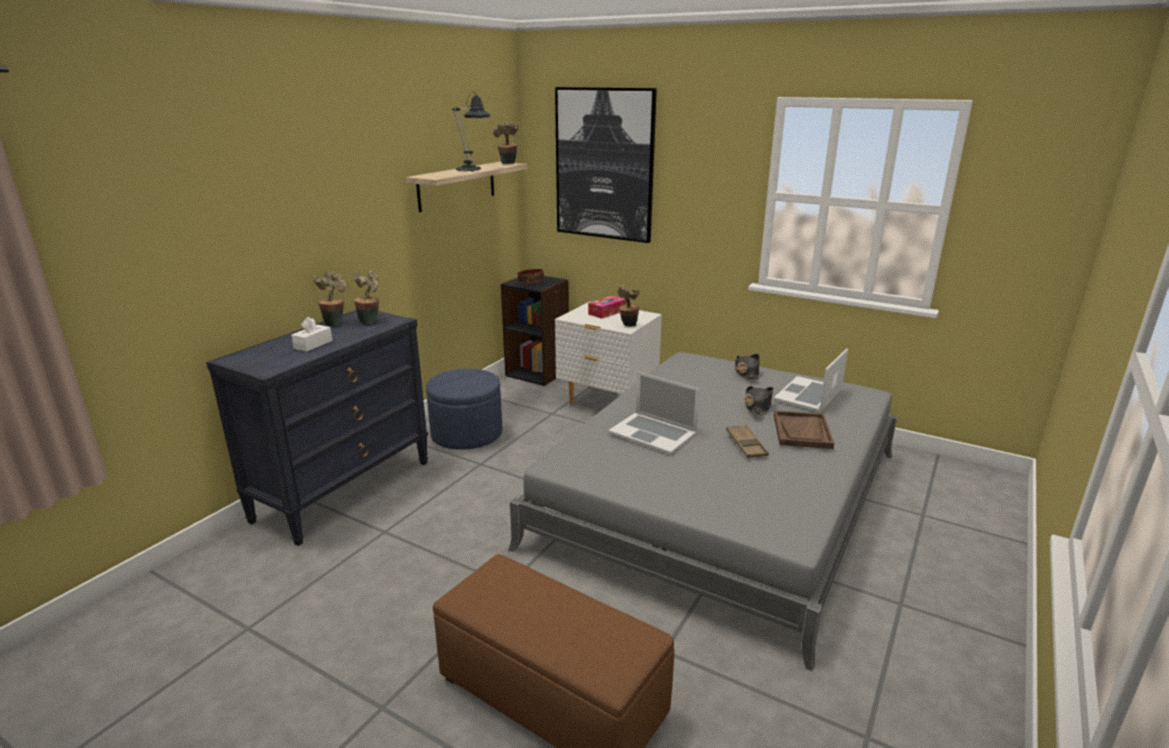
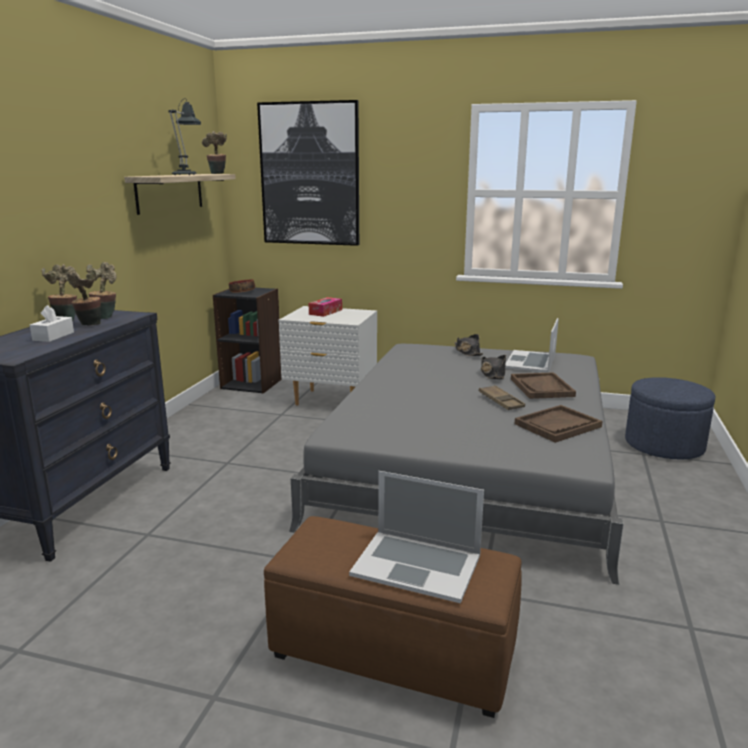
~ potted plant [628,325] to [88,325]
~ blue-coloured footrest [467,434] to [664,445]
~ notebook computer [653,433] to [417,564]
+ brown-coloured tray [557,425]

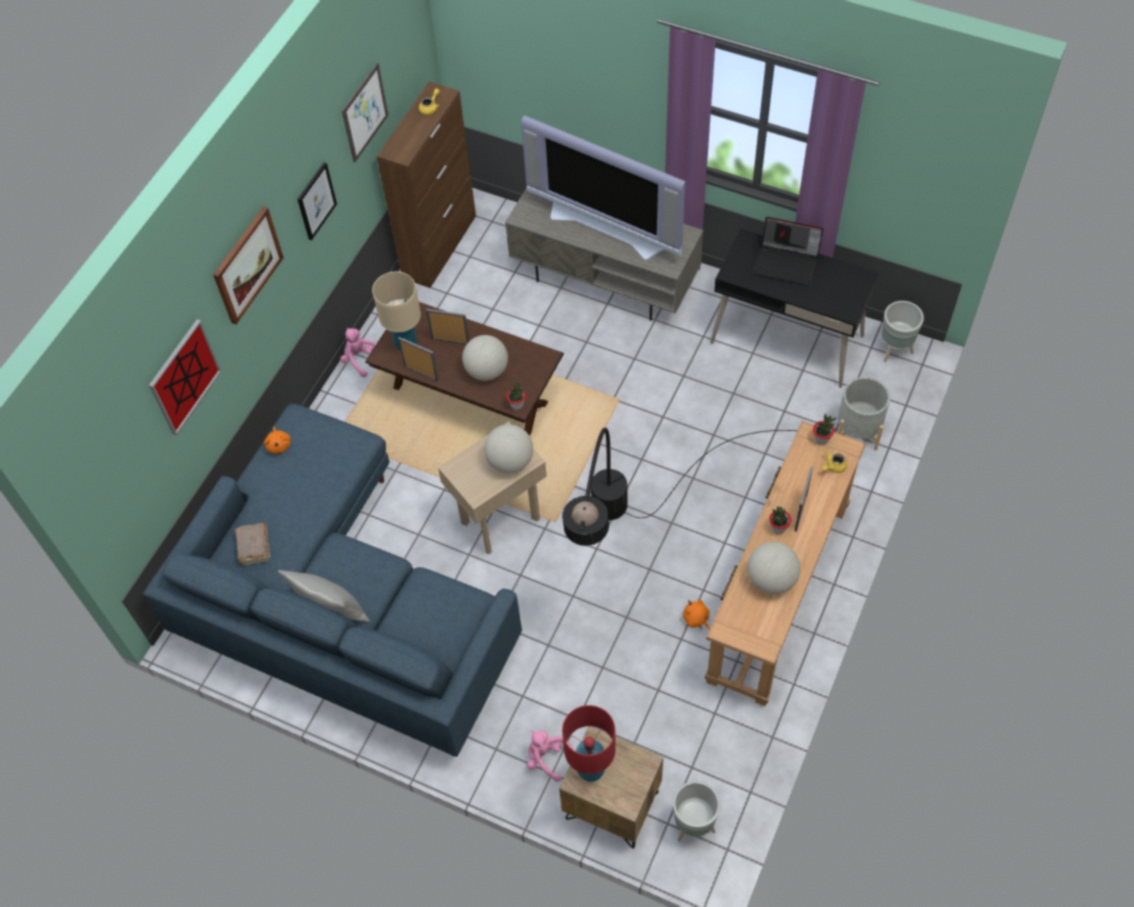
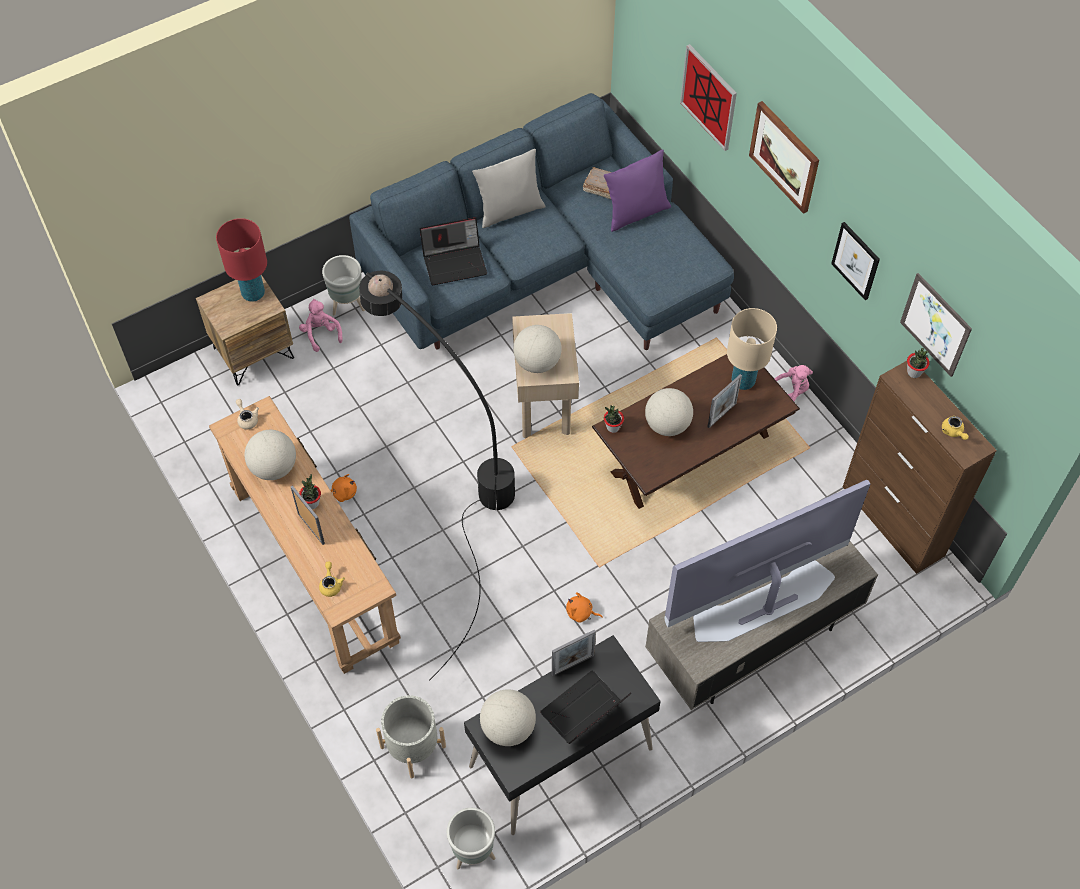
~ photo frame [421,373] to [572,665]
~ potted plant [821,439] to [914,372]
~ orangey cuddly toy [279,445] to [581,613]
~ pink-coloured cuddly toy [547,758] = [321,334] 90 degrees counterclockwise
~ greyish plant pot [694,826] to [347,305]
+ purple-coloured throw pillow [636,213]
+ notebook computer [455,262]
+ sand-coloured pot for tea [247,419]
+ world globe [508,728]

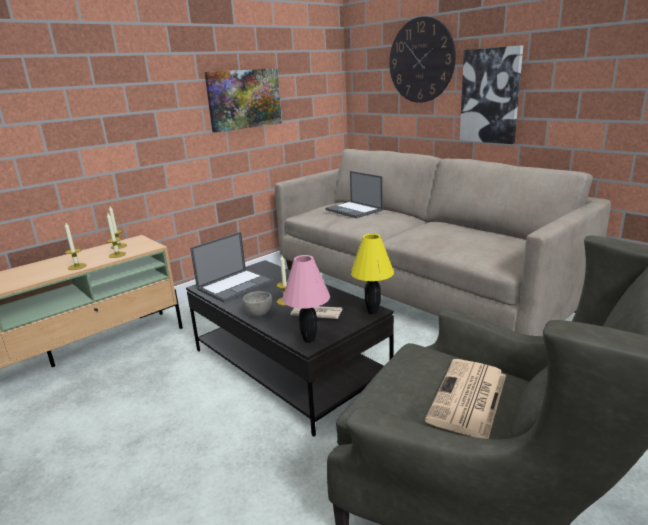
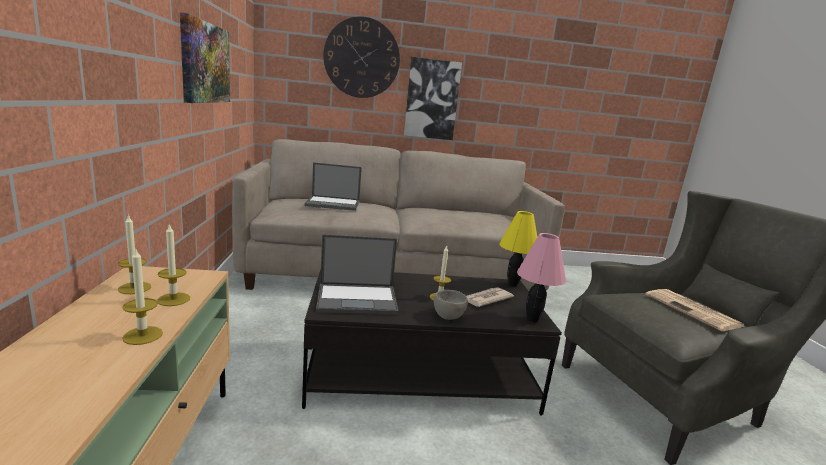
~ notebook computer [236,285] = [358,299] 90 degrees clockwise

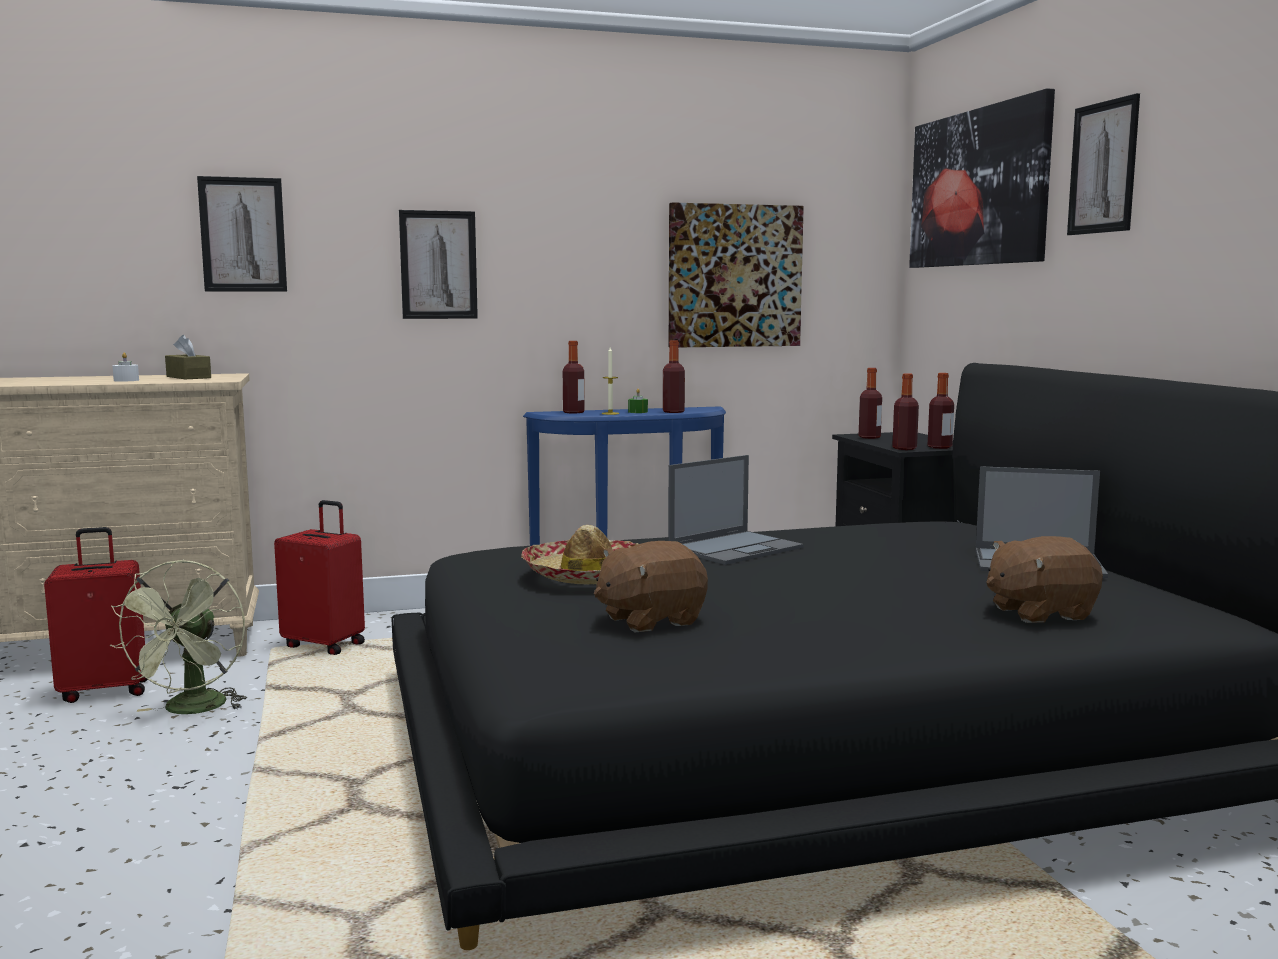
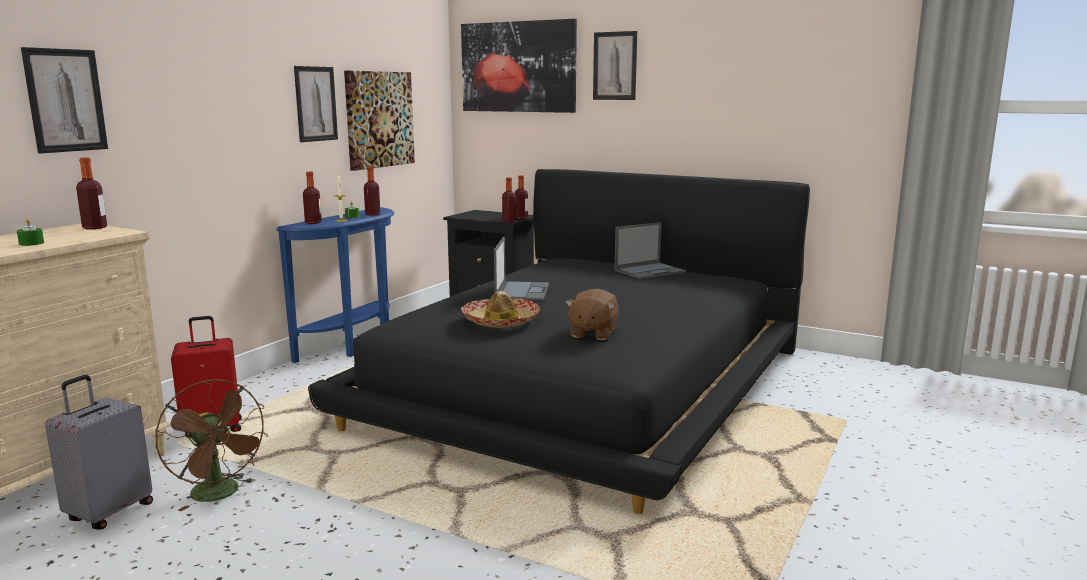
~ wall picture [438,265] to [316,104]
- brown-coloured box of tissues [188,377]
~ white candle [126,380] to green-coloured candle [31,243]
~ bottle [869,437] to [95,227]
~ reddish travel case [105,691] to greyish travel case [109,512]
- brown-coloured cuddly toy [1039,613]
~ green-coloured cooling fan [192,710] to brown-coloured cooling fan [221,495]

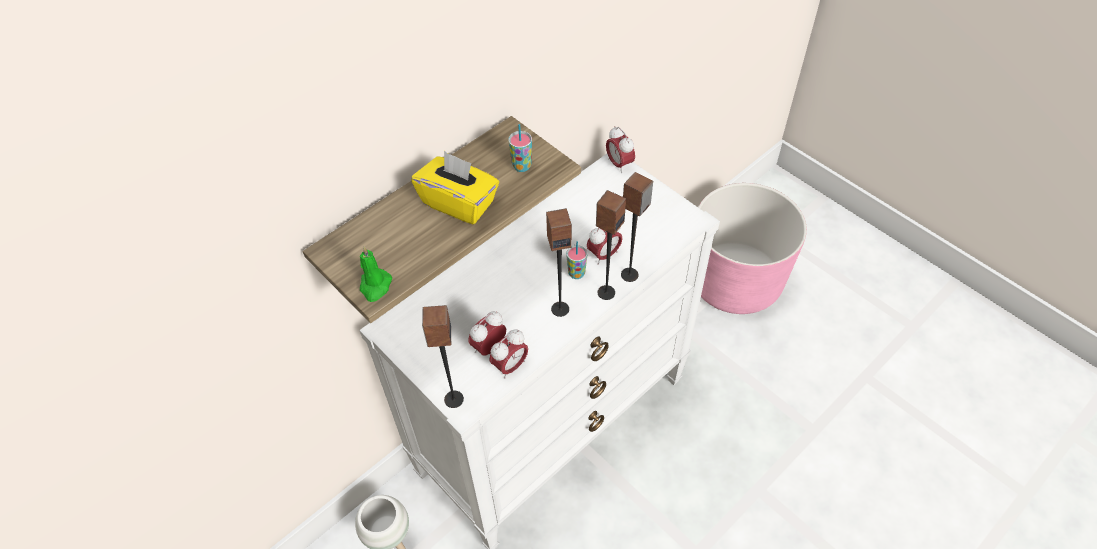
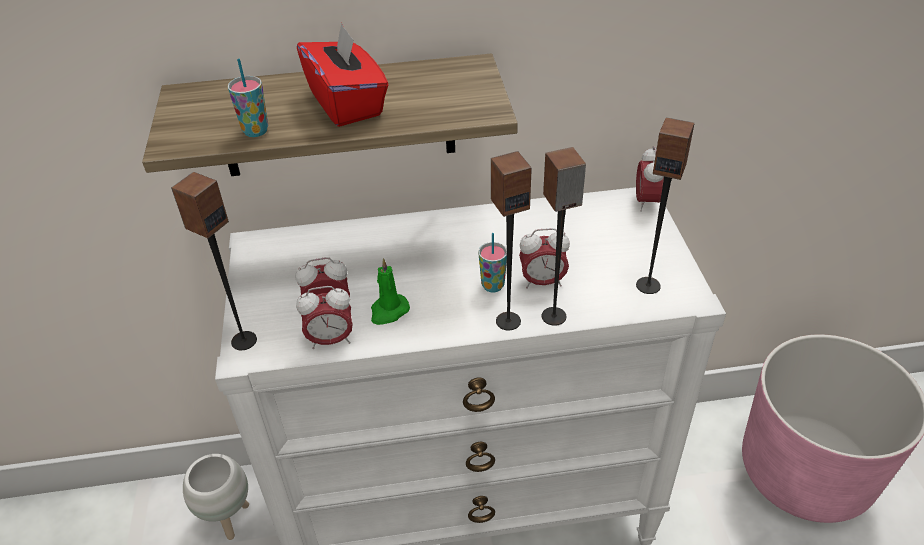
~ drinking cup [521,166] to [255,131]
~ yellow box of tissues [459,203] to reddish box of tissues [347,103]
~ speaker [560,308] to [648,285]
~ green-coloured candle [375,286] to [388,311]

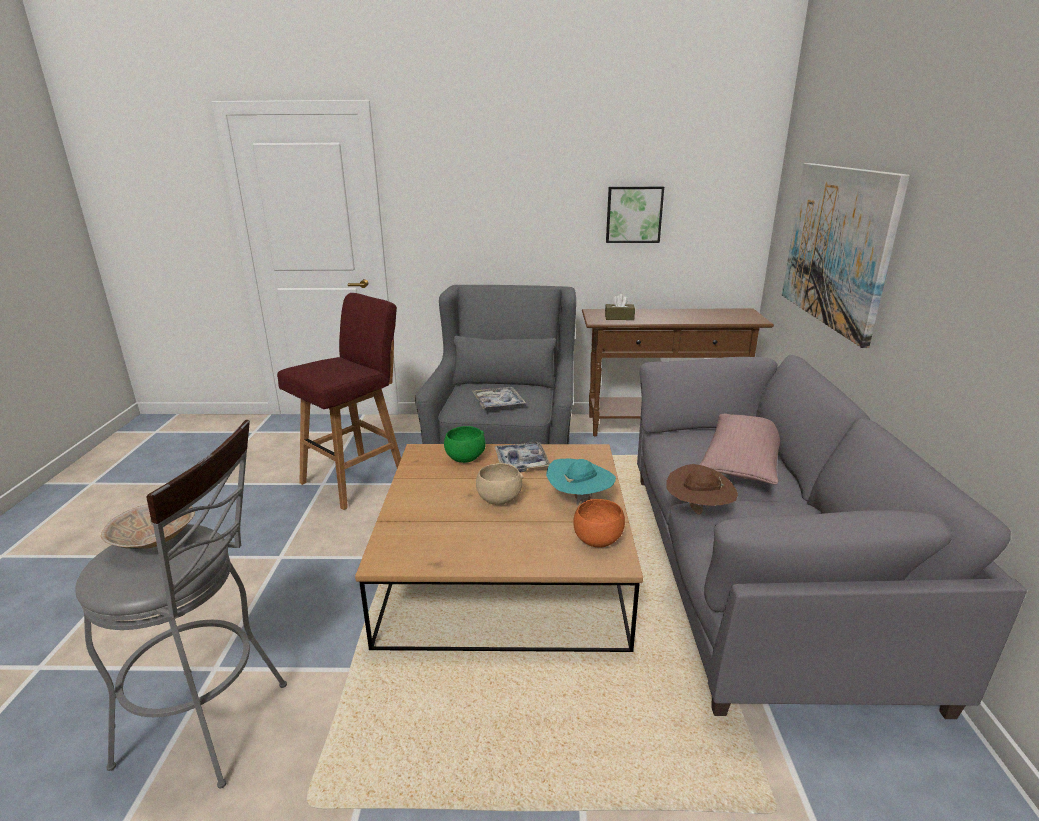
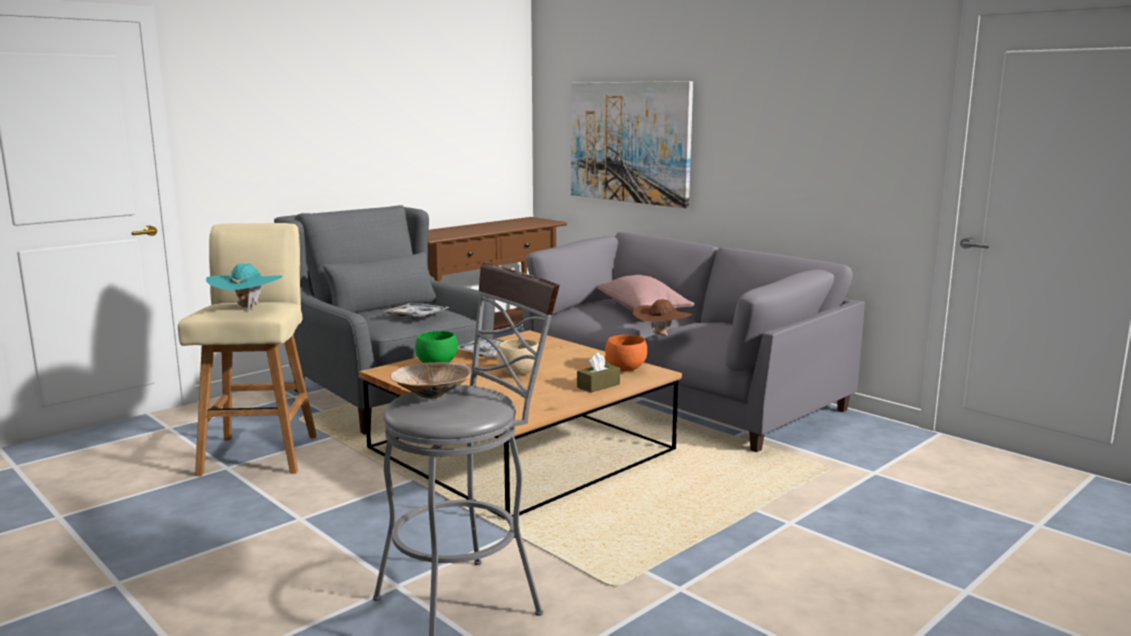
- wall picture [633,214]
~ reddish stool seat [356,479] to sand-coloured stool seat [260,453]
~ brown-coloured box of tissues [619,318] to [598,386]
~ turquoise-coloured hat [580,500] to [247,307]

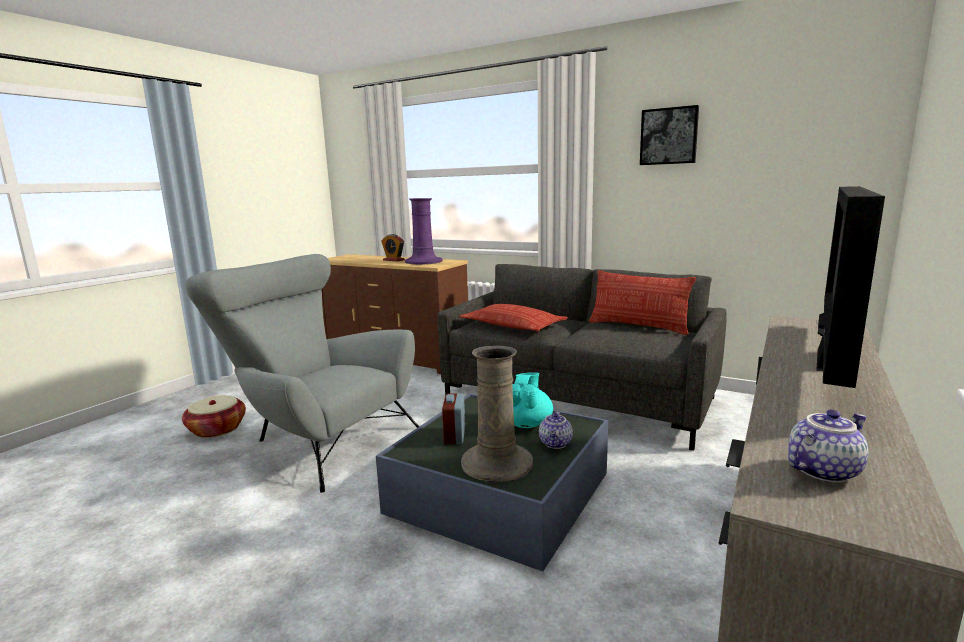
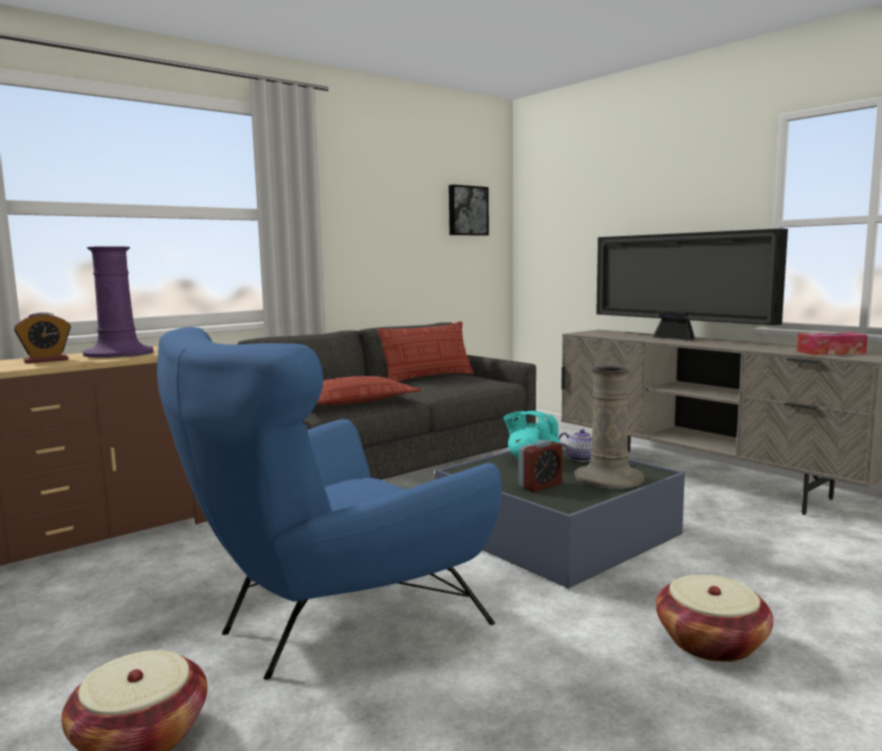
~ wall picture [669,136] to [467,211]
~ greyish armchair [319,440] to blue-coloured armchair [327,622]
~ bedside clock [455,436] = [540,486] 60 degrees counterclockwise
~ pot for tea [822,470] to box of tissues [830,352]
+ household basket [711,642]

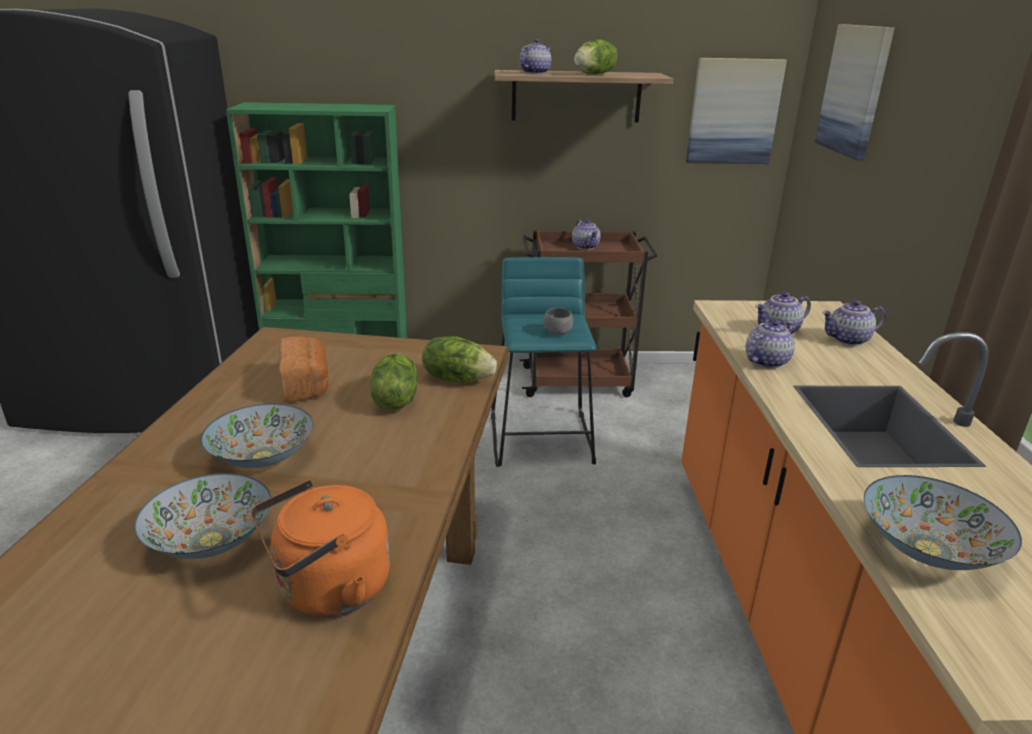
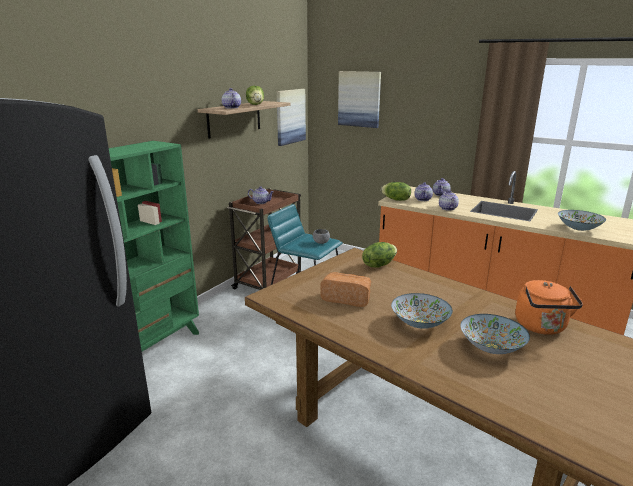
~ lettuce head [394,400] to [396,199]

